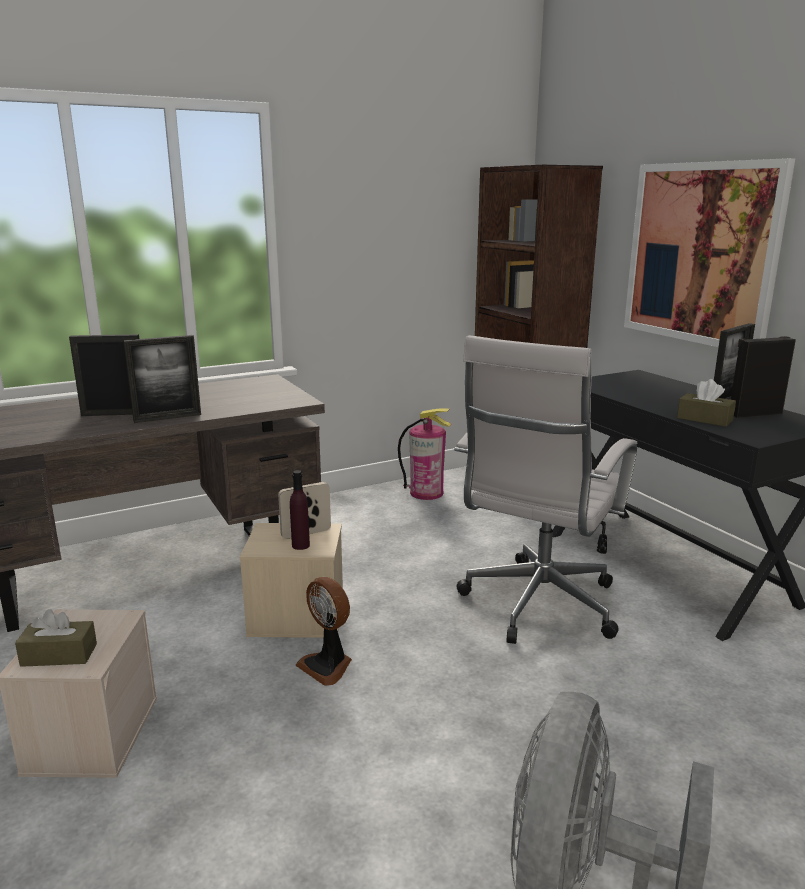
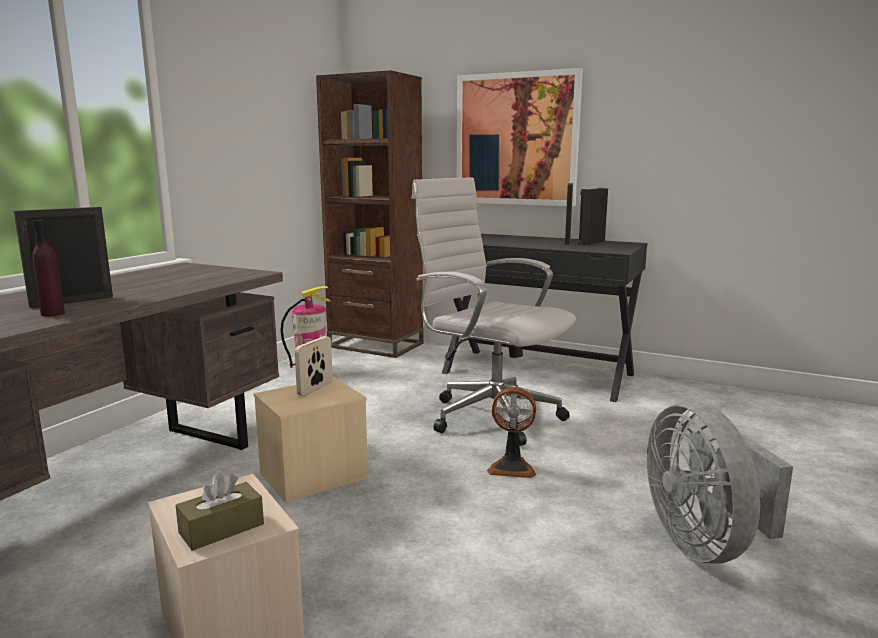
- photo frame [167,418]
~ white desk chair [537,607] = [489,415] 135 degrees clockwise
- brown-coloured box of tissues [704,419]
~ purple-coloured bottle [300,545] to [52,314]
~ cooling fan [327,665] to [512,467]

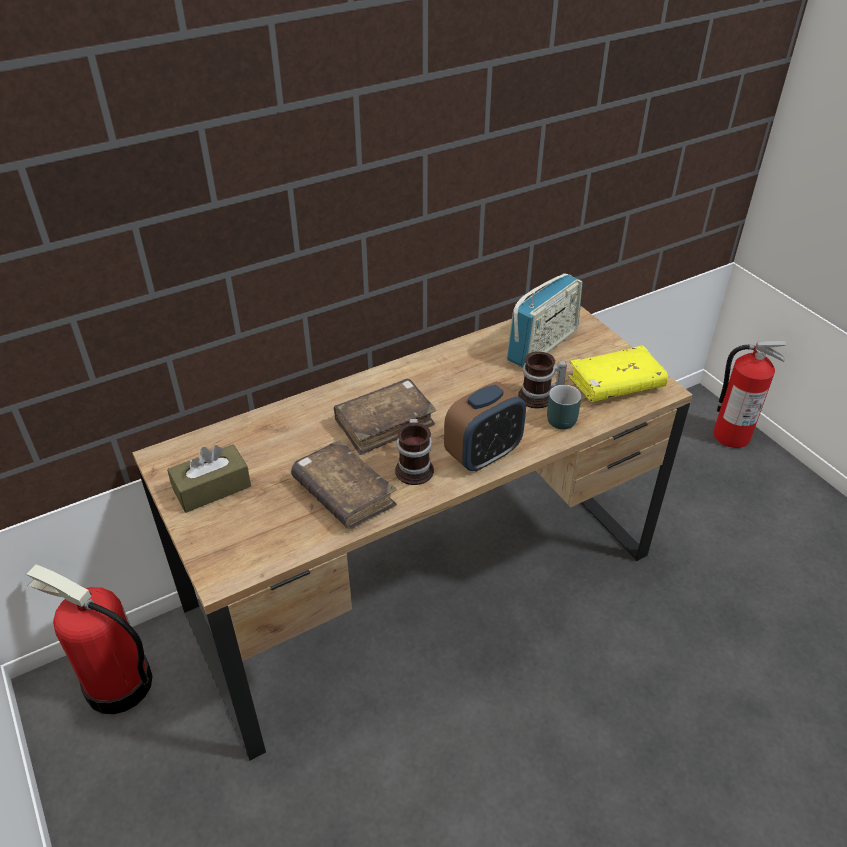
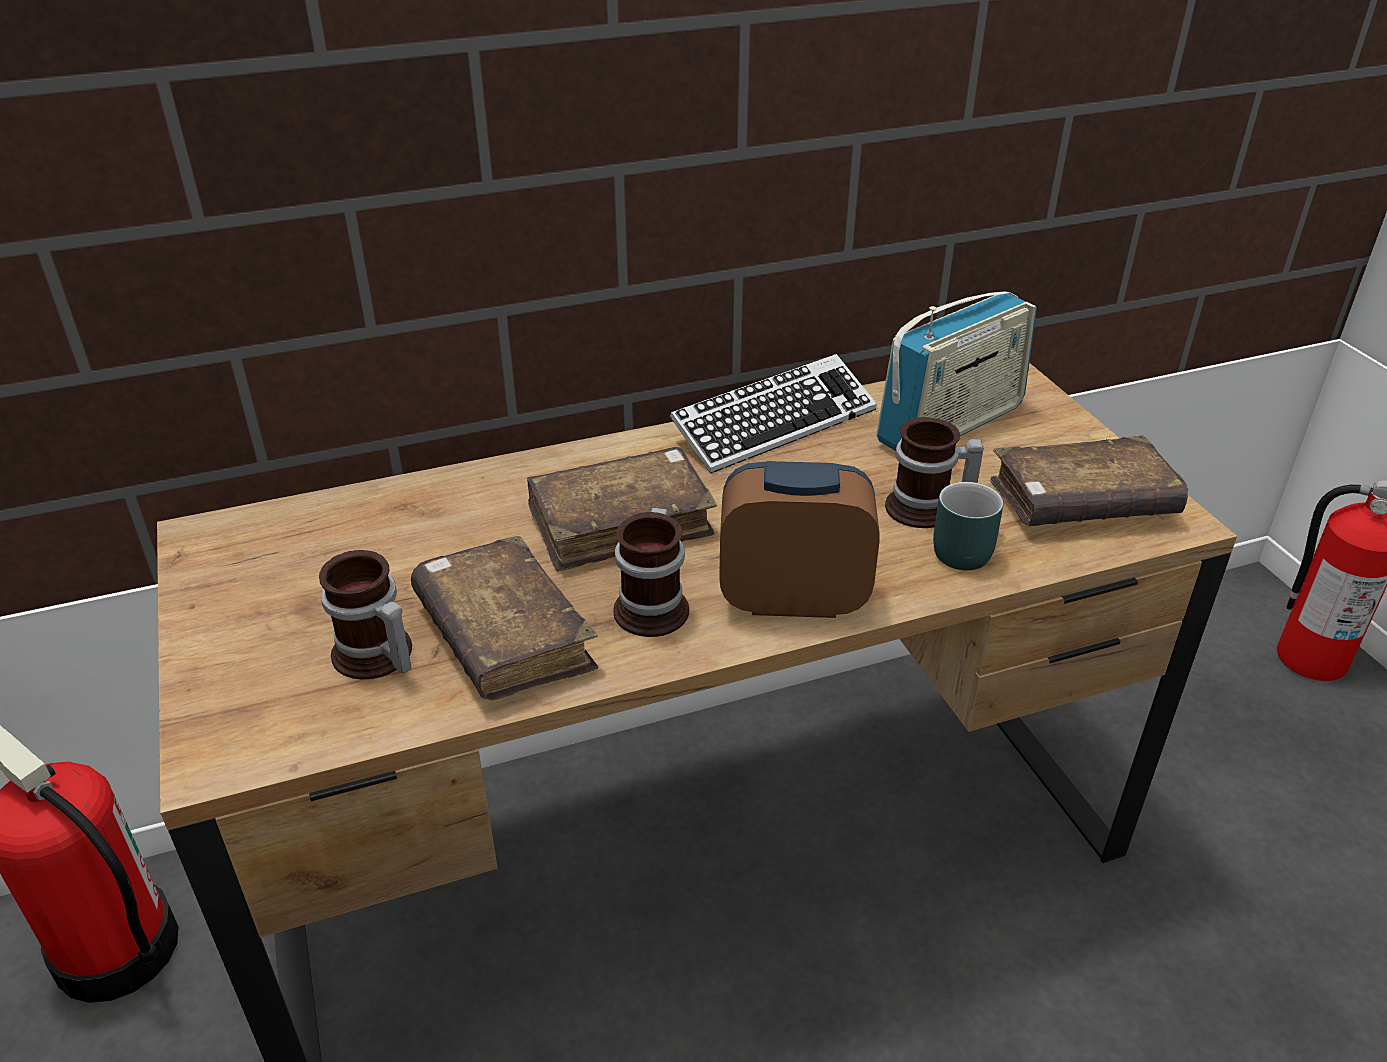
~ yellow bound book [615,384] to brown-coloured bound book [1081,503]
~ bedside clock [483,455] = [793,598] 150 degrees counterclockwise
- brown-coloured box of tissues [212,488]
+ PC keyboard [774,424]
+ tea mug [374,658]

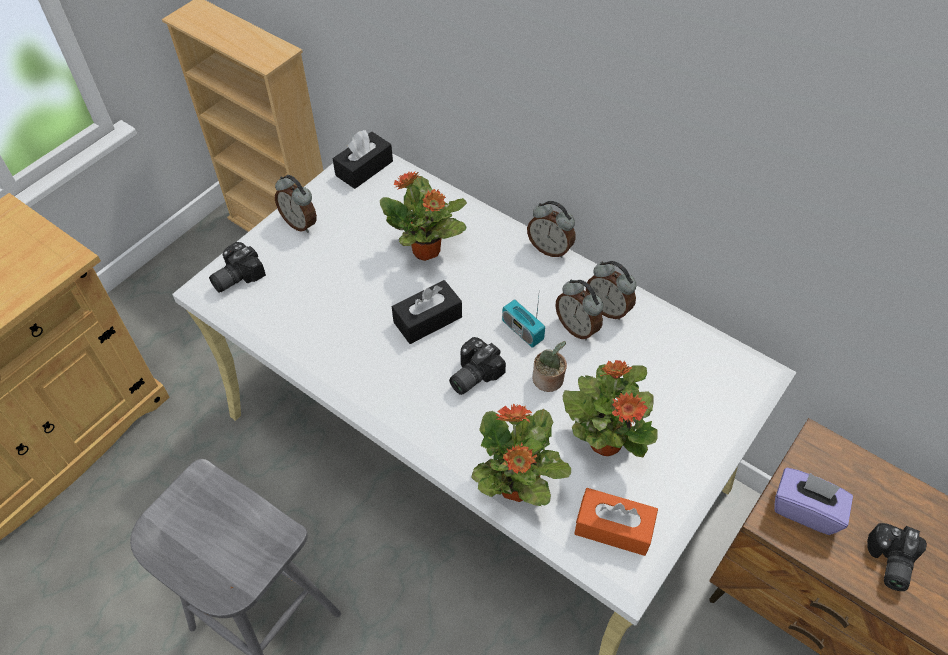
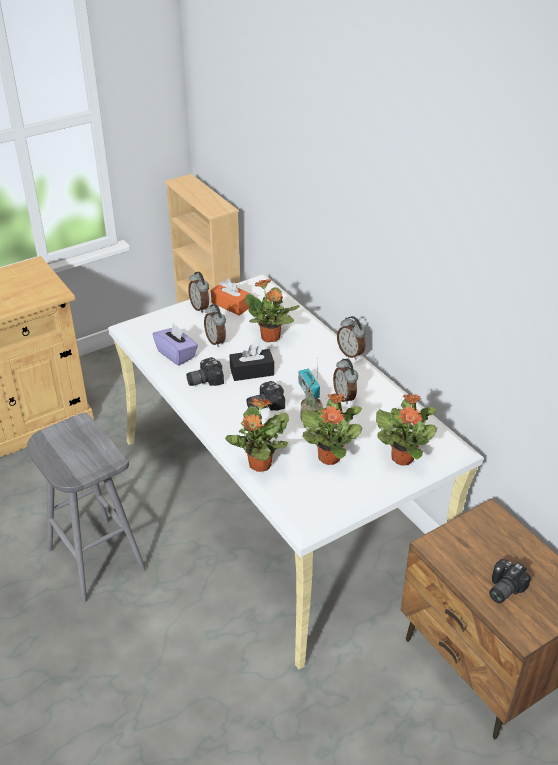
- black-coloured box of tissues [364,168]
~ still camera [235,276] to [204,380]
~ bedside clock [608,308] to [216,341]
~ purple-coloured box of tissues [805,509] to [176,354]
~ orangey box of tissues [613,528] to [231,305]
+ potted plant [403,457]

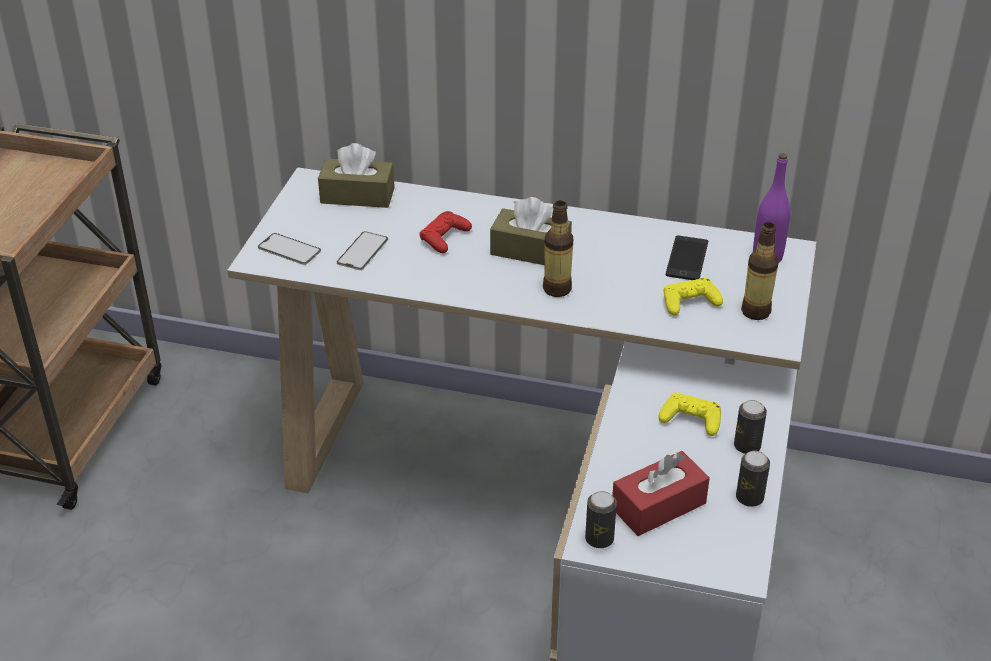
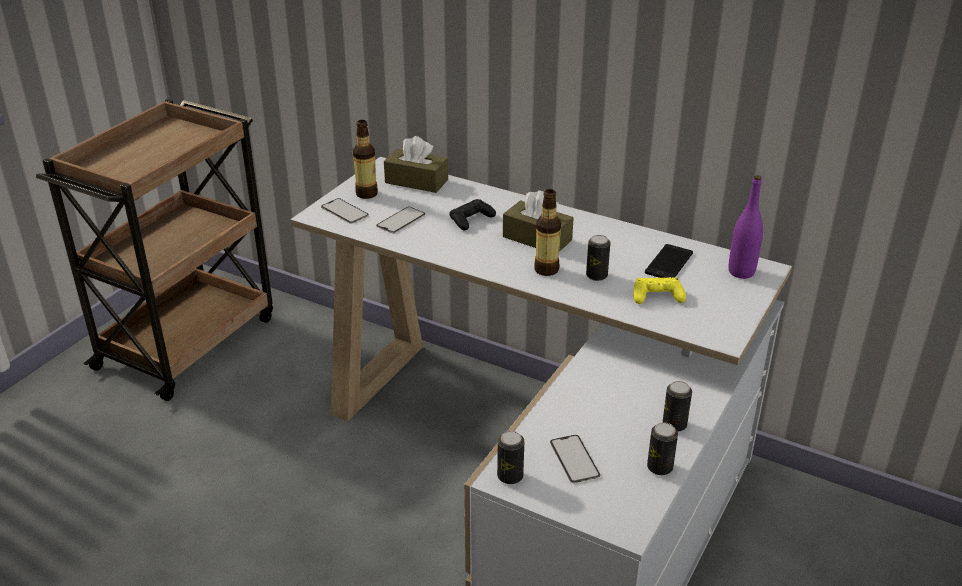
~ reddish gamepad [444,237] to black-coloured gamepad [471,219]
~ bottle [755,312] to [366,194]
- yellow gamepad [691,419]
~ reddish box of tissues [658,506] to telephone [574,459]
+ metal can [596,276]

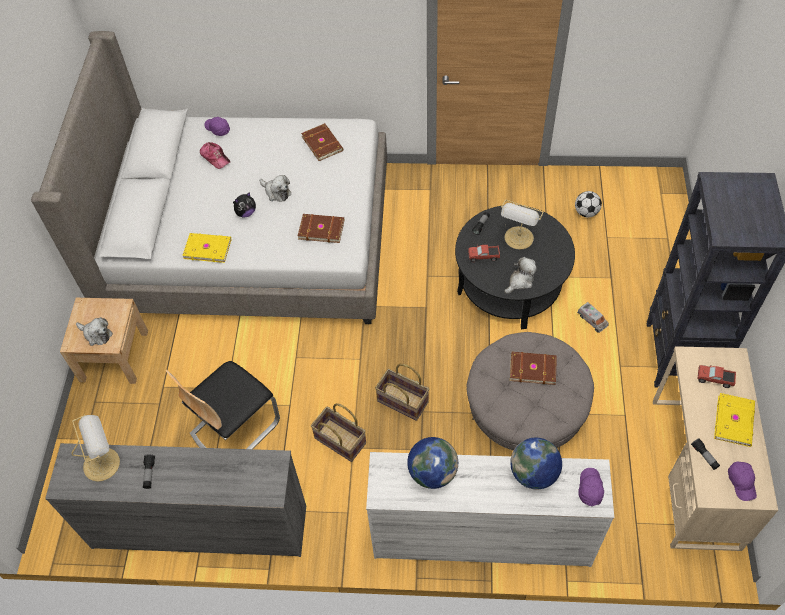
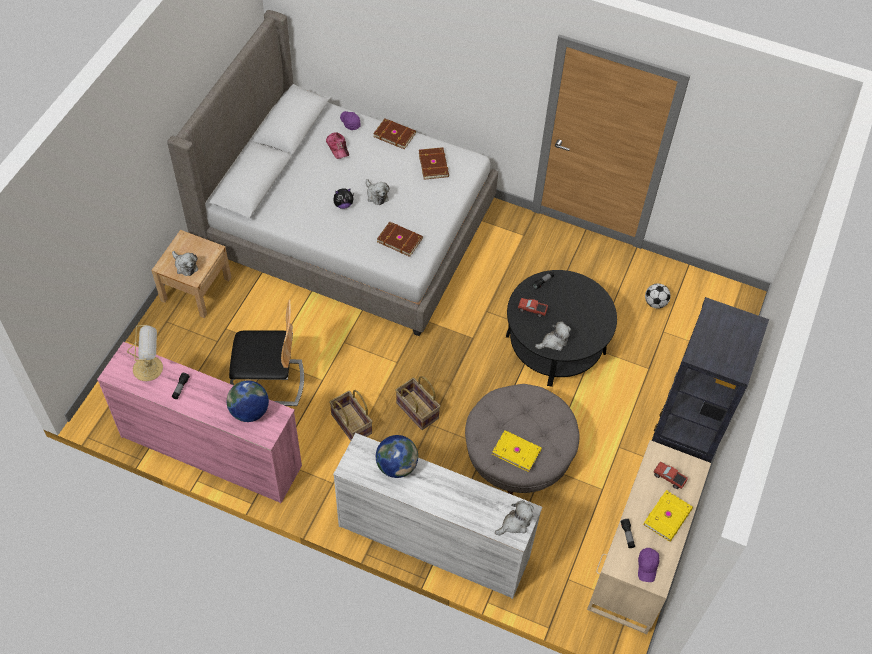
- table lamp [518,239]
~ yellow bound book [207,248] to [516,451]
- model truck [592,320]
~ brown-coloured bound book [532,368] to [394,134]
~ chair [234,427] = [270,382] 150 degrees counterclockwise
~ world globe [533,473] to [249,411]
~ greyish dresser [199,526] to pink-coloured dresser [211,450]
~ purple-coloured cap [590,489] to cuddly toy [515,523]

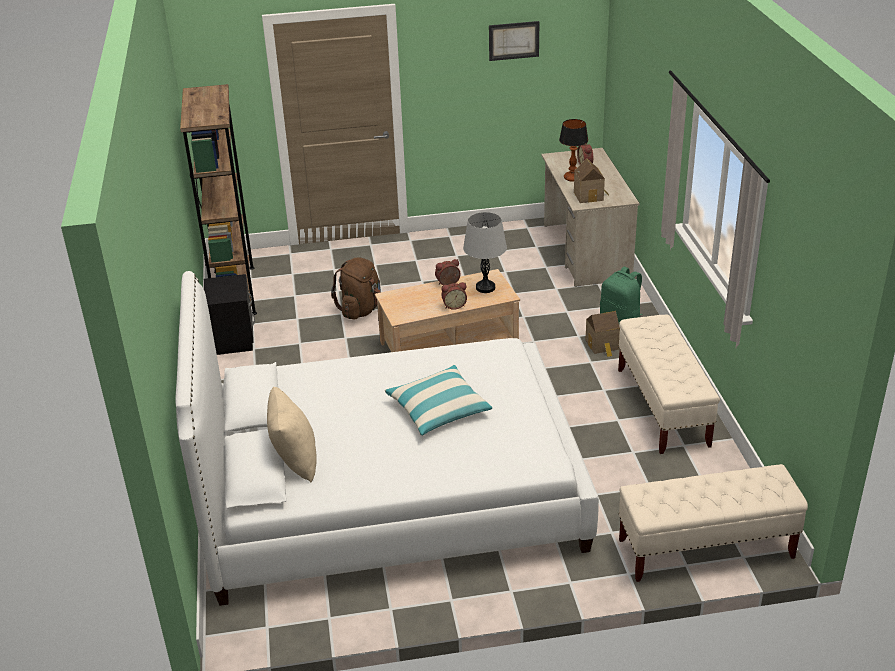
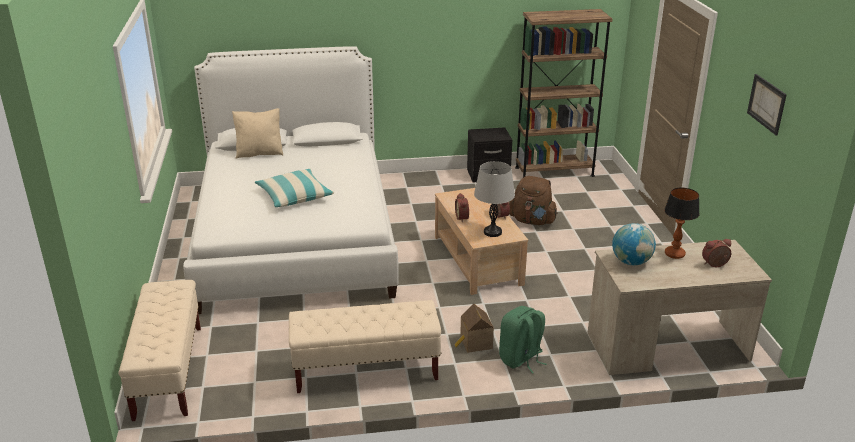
~ toy house [590,196] to world globe [631,262]

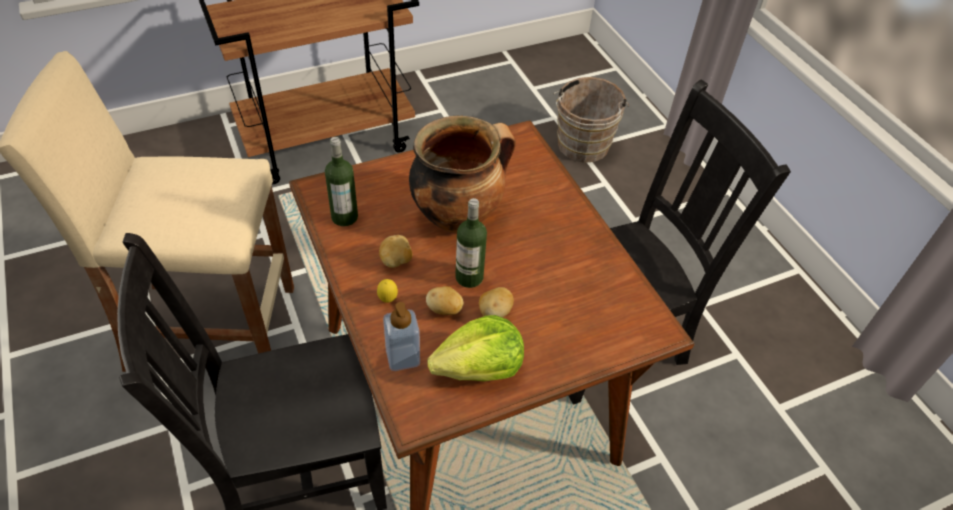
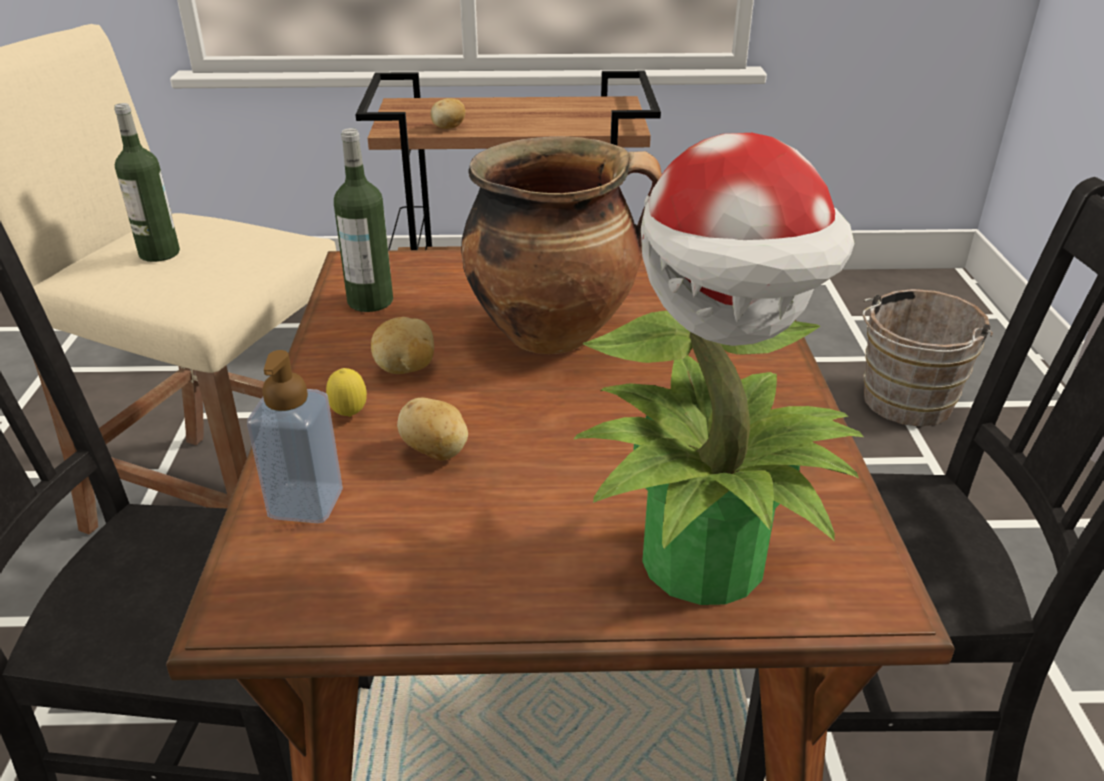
~ bottle [469,277] to [159,253]
~ whole potato [495,312] to [448,128]
- lettuce head [479,368]
+ potted plant [705,563]

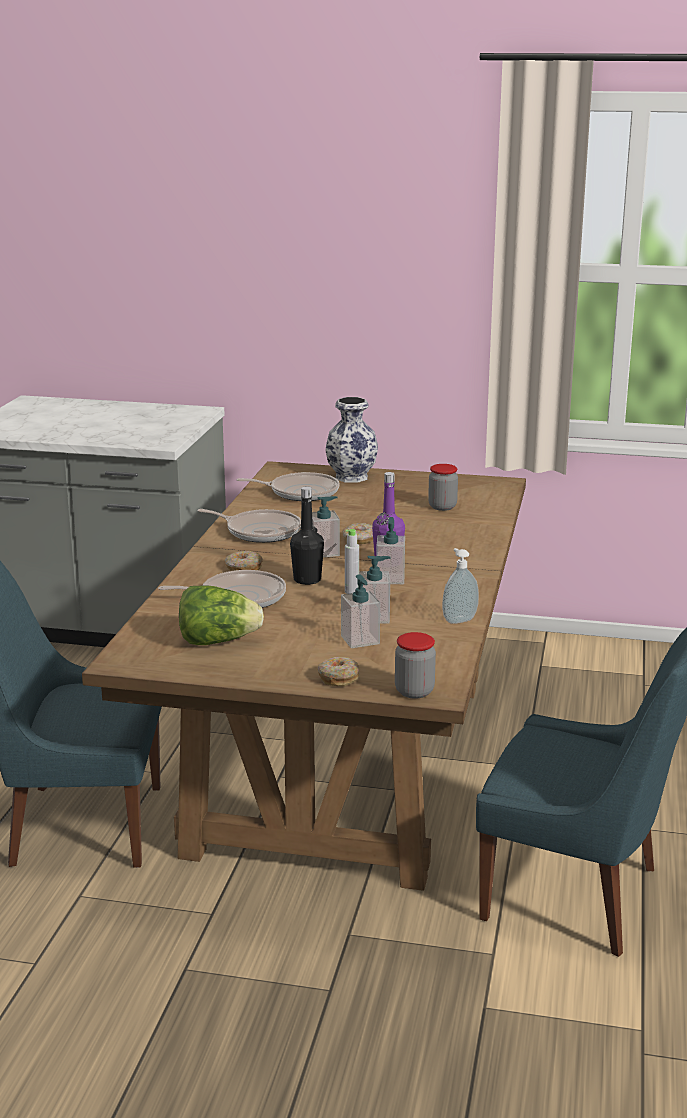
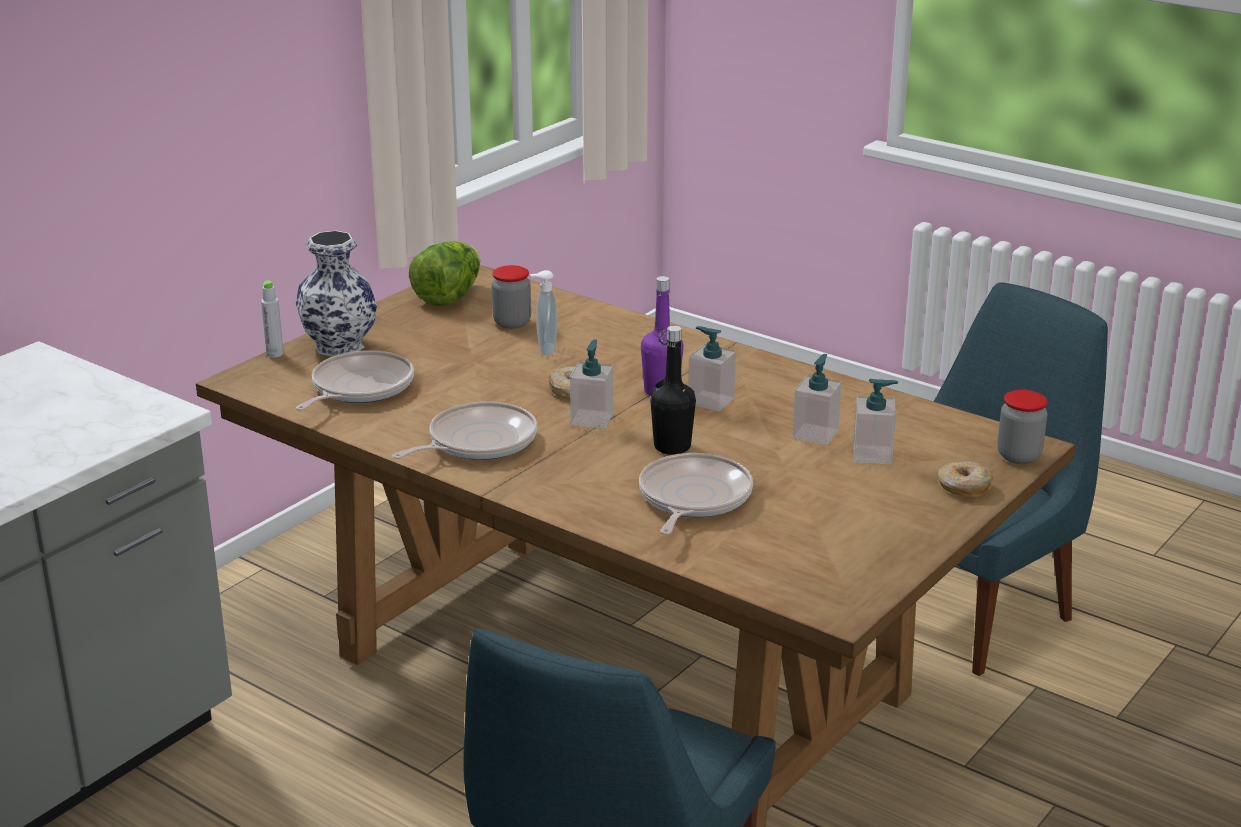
~ greyish bottle [351,591] to [275,354]
~ soap bottle [458,620] to [545,349]
- doughnut [243,568]
~ lettuce head [218,641] to [449,297]

